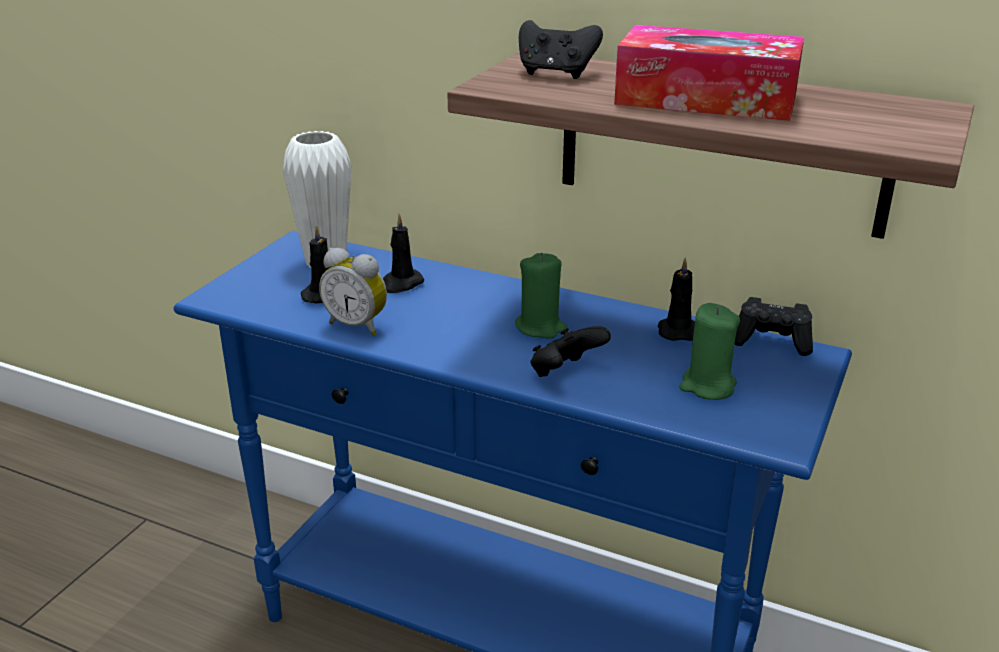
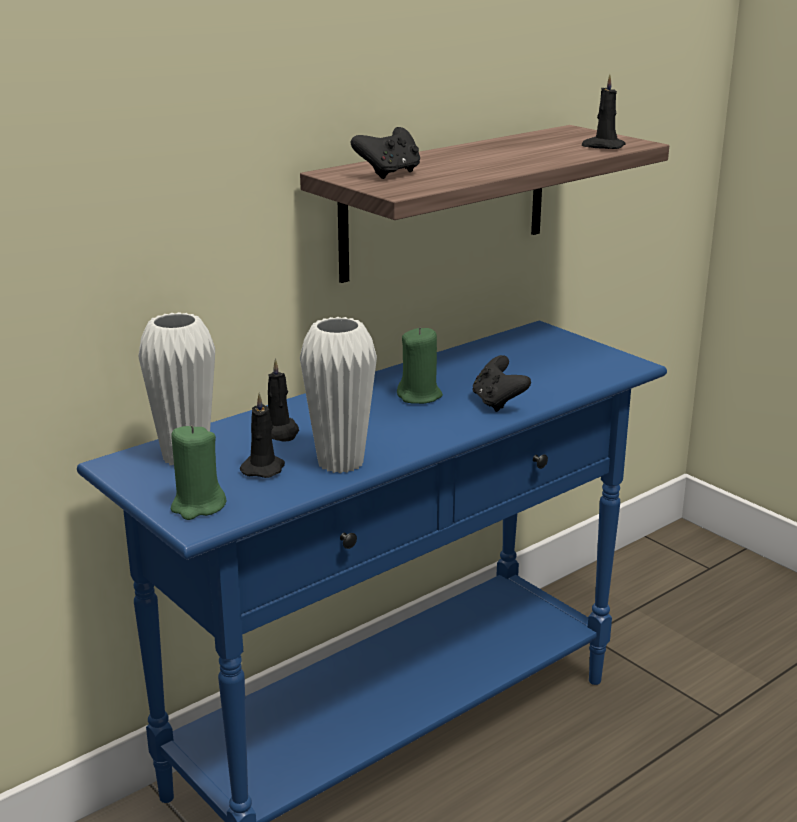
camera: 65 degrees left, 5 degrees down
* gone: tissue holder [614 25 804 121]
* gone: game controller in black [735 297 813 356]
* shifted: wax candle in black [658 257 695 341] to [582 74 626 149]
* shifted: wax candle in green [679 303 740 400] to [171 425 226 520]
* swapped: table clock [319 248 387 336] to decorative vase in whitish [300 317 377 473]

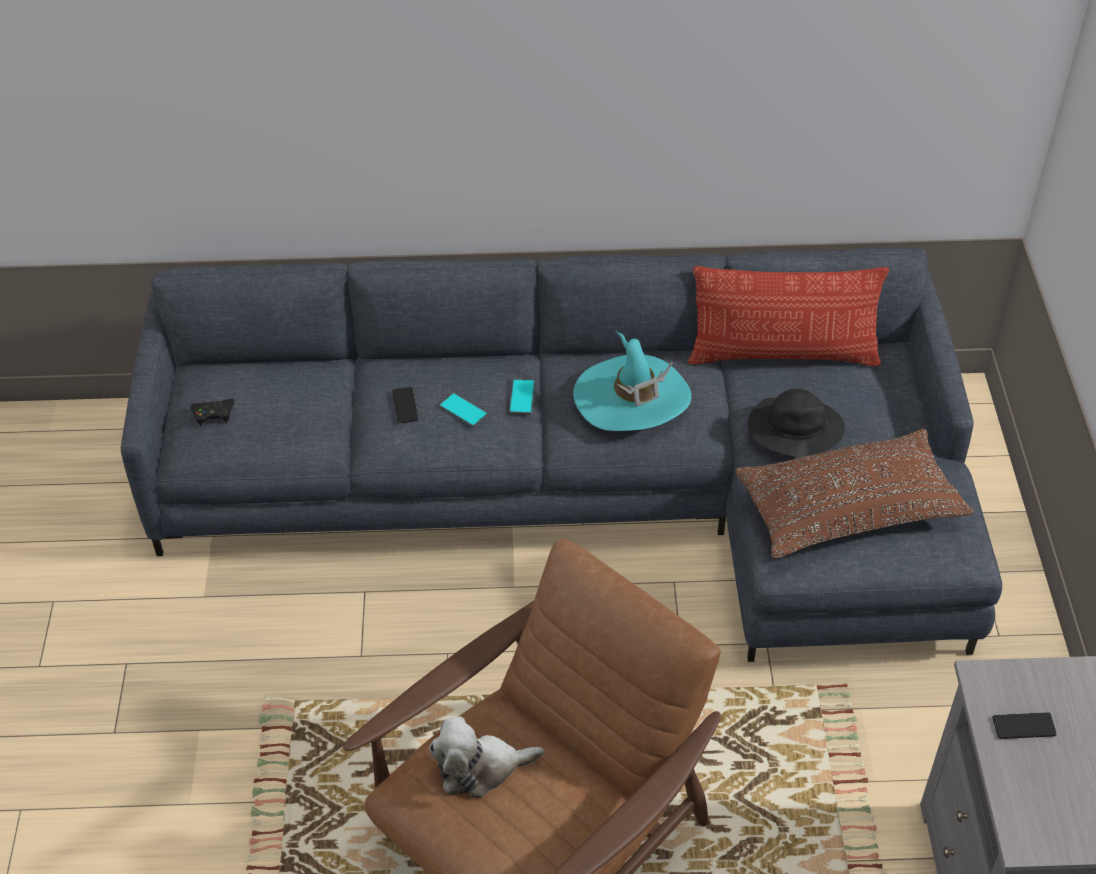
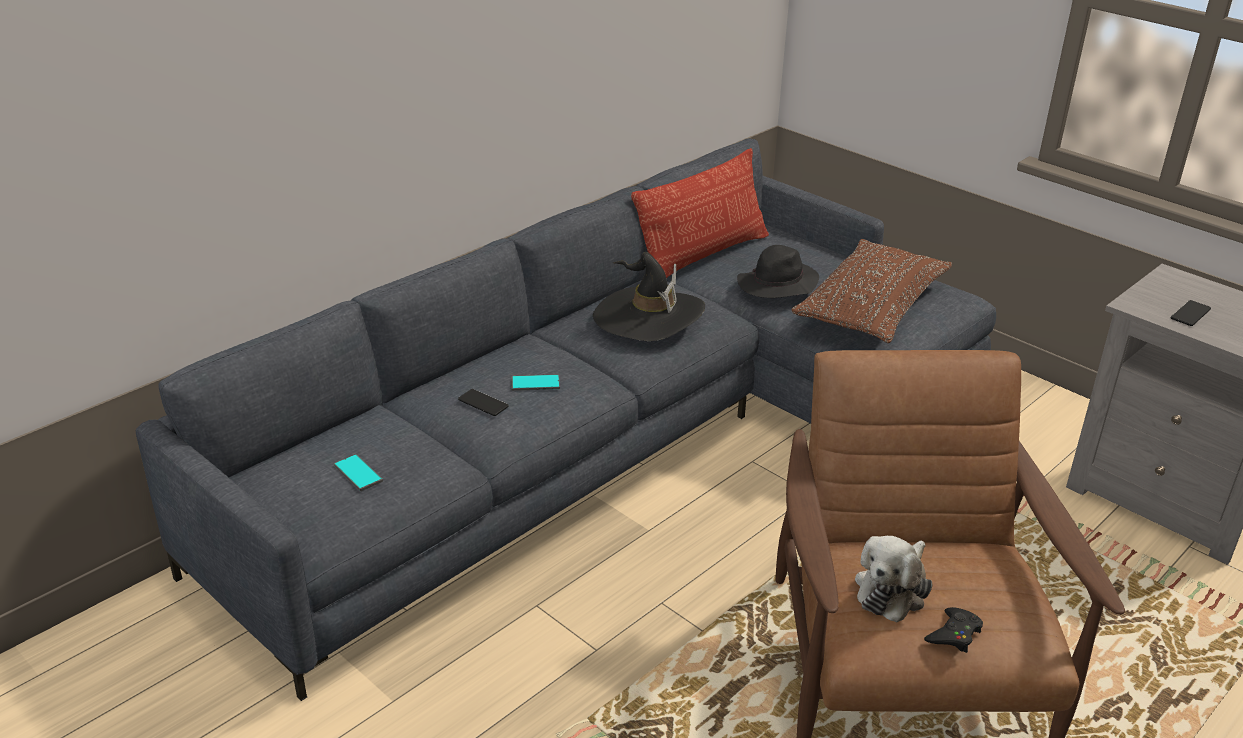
camera: 45 degrees left, 15 degrees down
* shifted: game controller in black [191 399 234 426] to [924 607 983 653]
* shifted: phone [509 379 535 415] to [334 454 383 491]
* repainted: clothing hat in turquoise [573 331 691 431] to clothing hat in black [593 252 705 341]

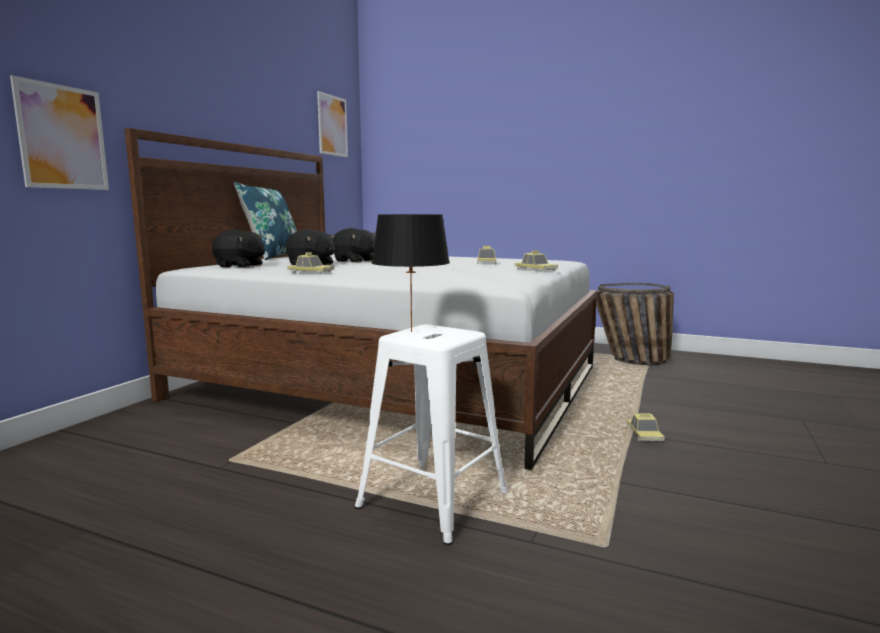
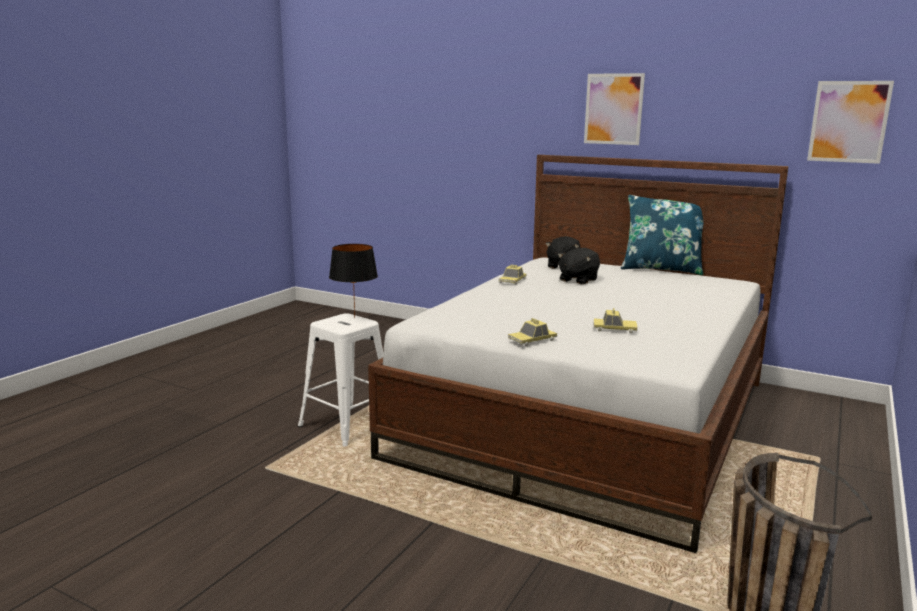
camera: 95 degrees right, 5 degrees up
* gone: plush toy in black [333 228 376 263]
* gone: miniature car [627 413 665 441]
* shifted: wall art [10 75 109 190] to [584 73 645 145]

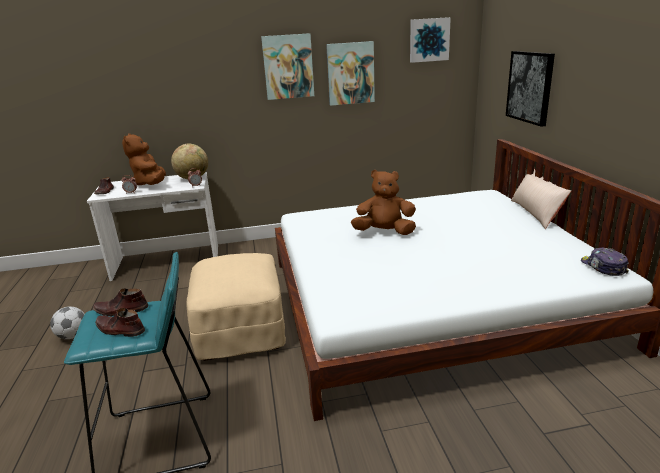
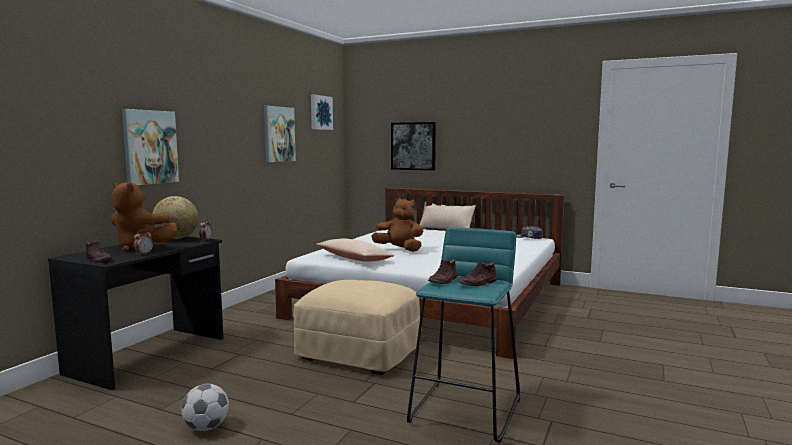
camera: 55 degrees left, 15 degrees down
* new: cushion in sand-coloured [316 238 395 262]
* shifted: wall art [261 33 314 100] to [122 109 179 185]
* repainted: desk table in whitish [87 172 218 281] to desk table in black [48 236 224 390]
* rotated: plush toy in brownish [351 170 416 235] = [371 198 423 252] 75 degrees clockwise

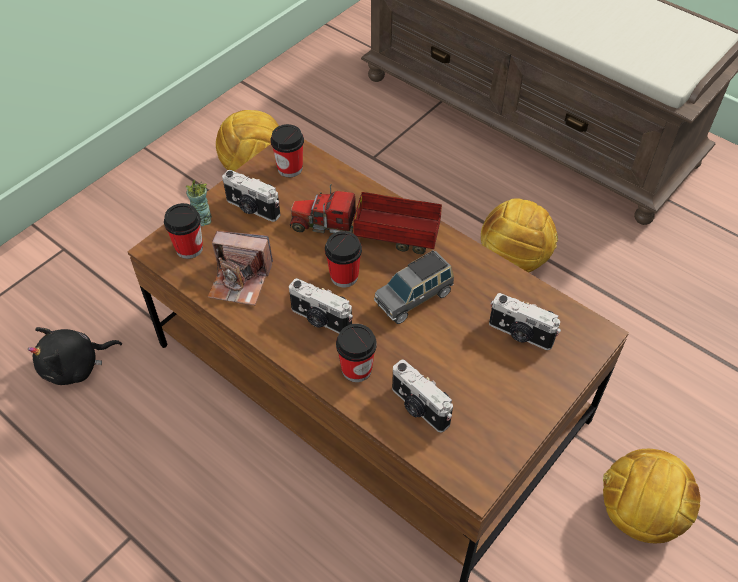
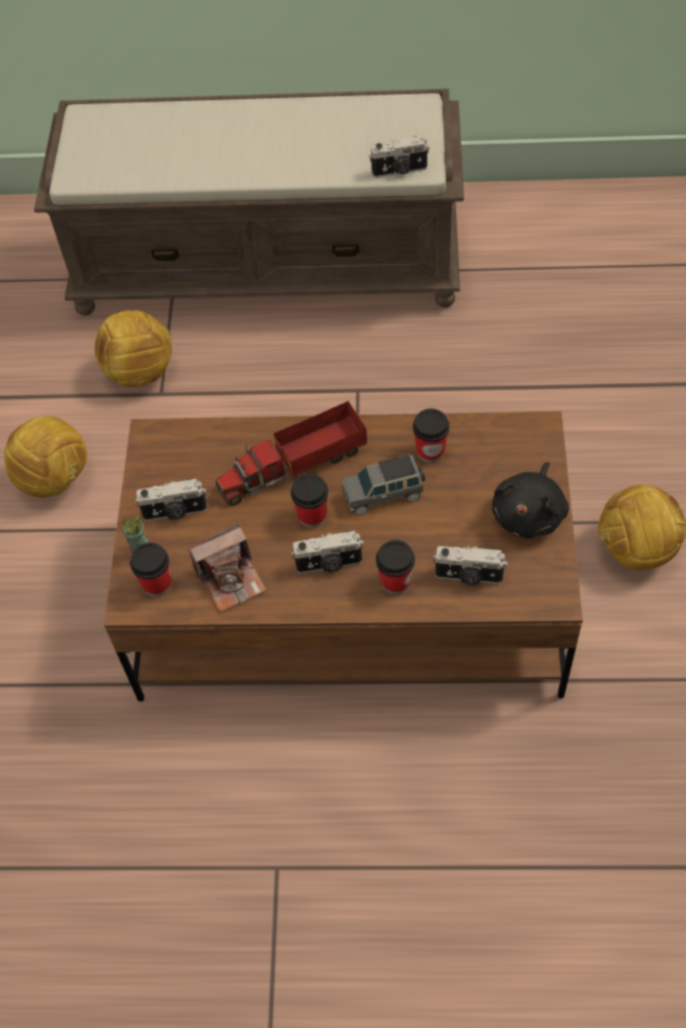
camera: 35 degrees left, 5 degrees up
* shifted: plush toy in black [28 327 122 385] to [492 462 569 538]
* shifted: small cup [270 124 304 177] to [413 409 449 463]
* shifted: football [481 198 558 272] to [94 310 172 387]
* shifted: photo camera [489 293 561 350] to [369 136 429 178]
* rotated: miniature car in gray [374 250 454 324] = [342 454 425 515] 60 degrees clockwise

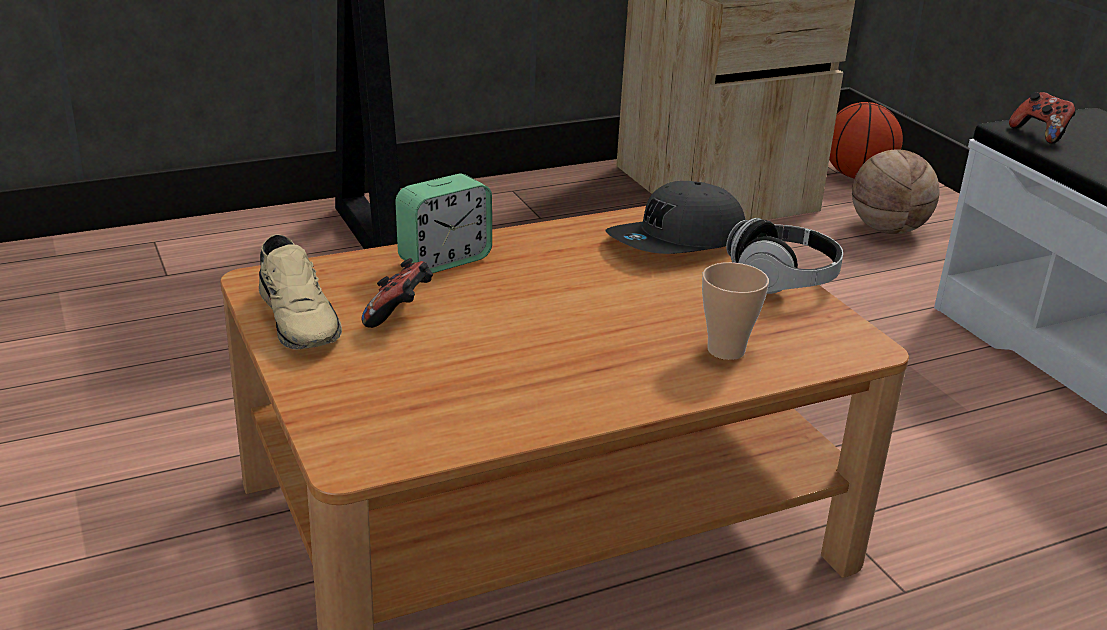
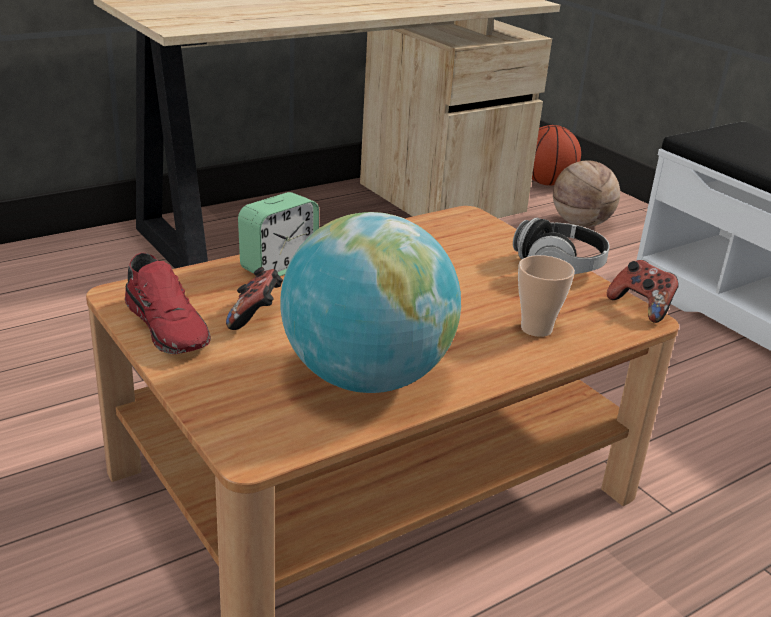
camera: 10 degrees left, 0 degrees up
* gone: cap in gray [605 181 745 254]
* new: globe [280 212 461 393]
* shifted: game controller [1009 92 1076 144] to [607 260 679 323]
* repainted: shoe in sand-coloured [259 234 342 350] to shoe in red-coloured [125 253 211 354]

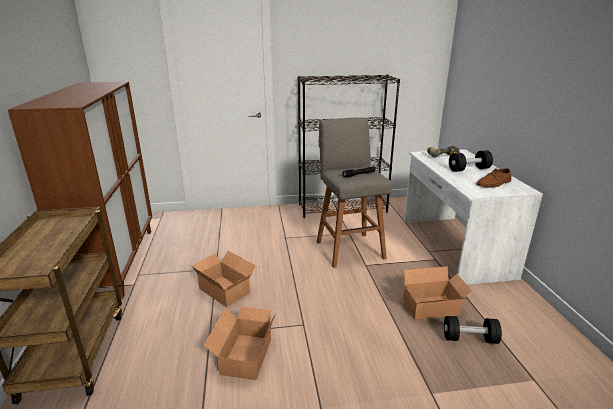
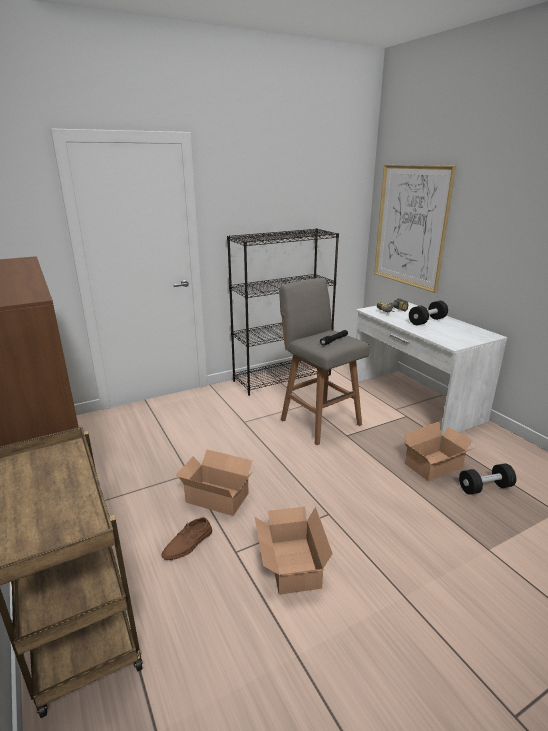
camera: 20 degrees left, 0 degrees up
* new: wall art [374 165 456 293]
* shifted: shoe in brownish [476 168 512 187] to [162 517 212 560]

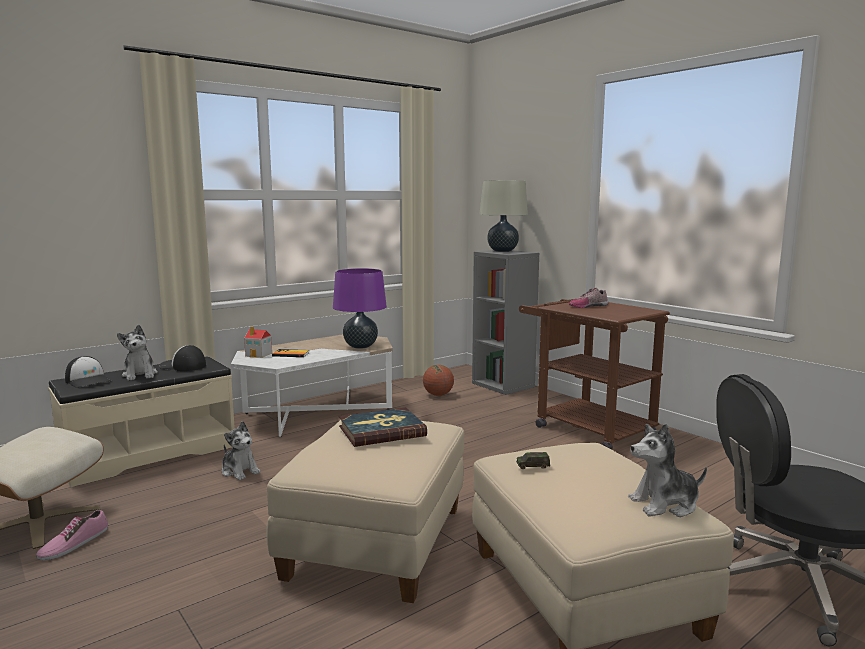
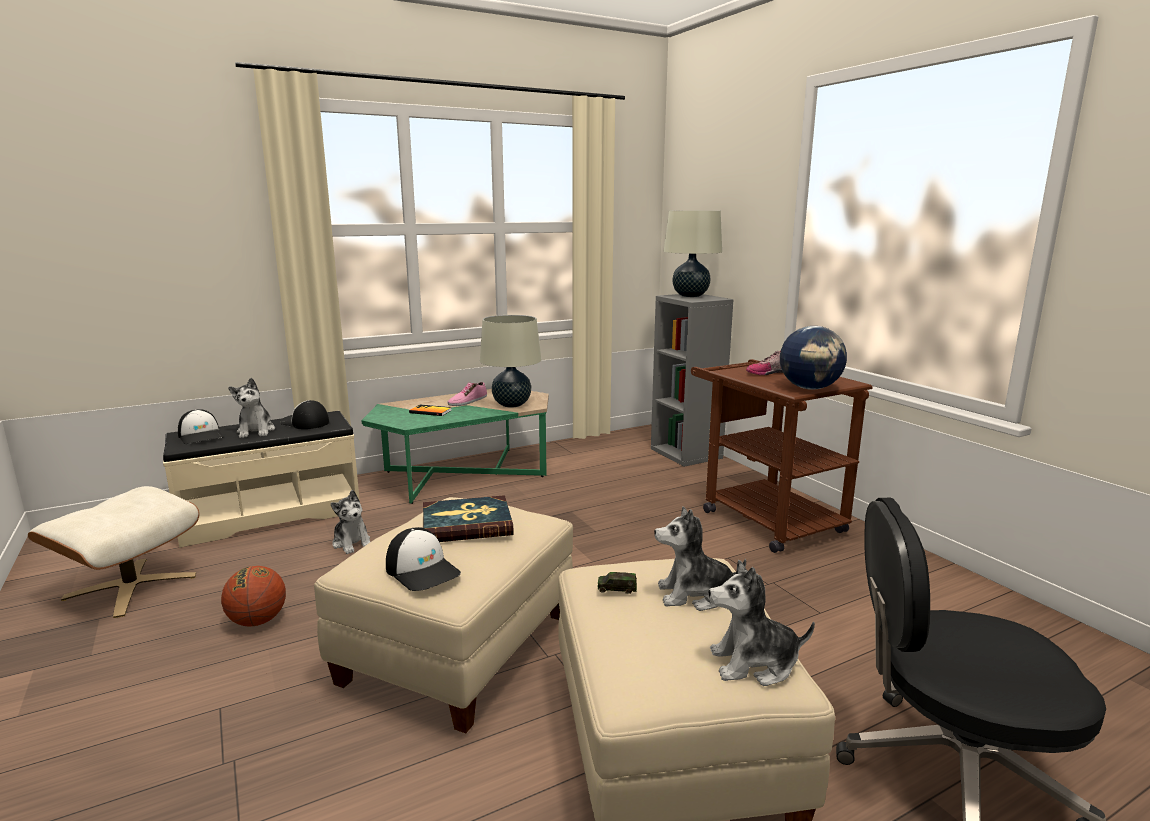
camera: 10 degrees right, 5 degrees up
* gone: toy house [244 327 272 358]
* new: cap [386 527 461 591]
* new: plush toy [654 506 746 611]
* new: globe [780 326 847 390]
* shifted: shoe [36 509 108 560] to [447 382 487 406]
* shifted: basketball ball [423 365 454 396] to [221 566 286 627]
* repainted: lounge table in whitish [231 334 393 437] to lounge table in green [361 389 549 504]
* repainted: tabletop lamp in purple [333 268 387 349] to tabletop lamp in sand-coloured [480 315 541 408]

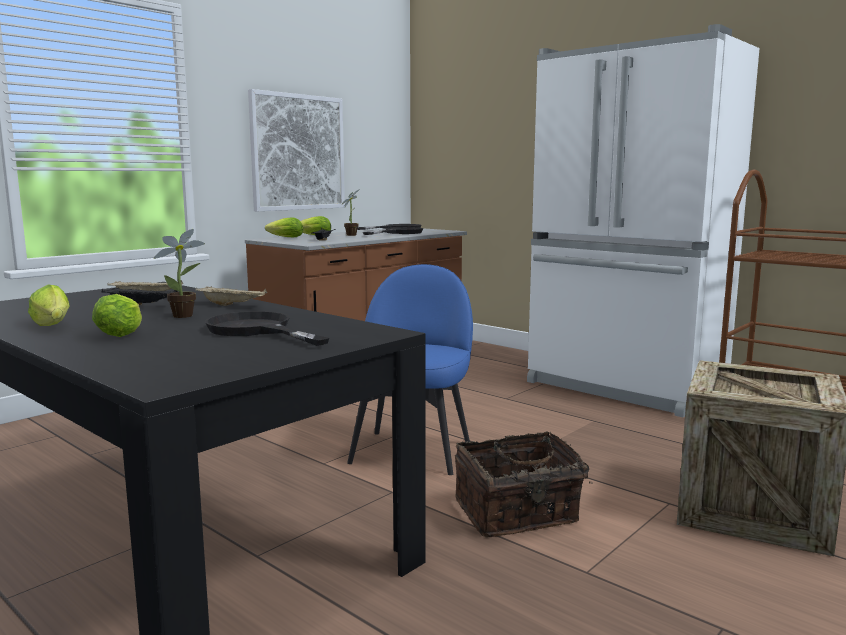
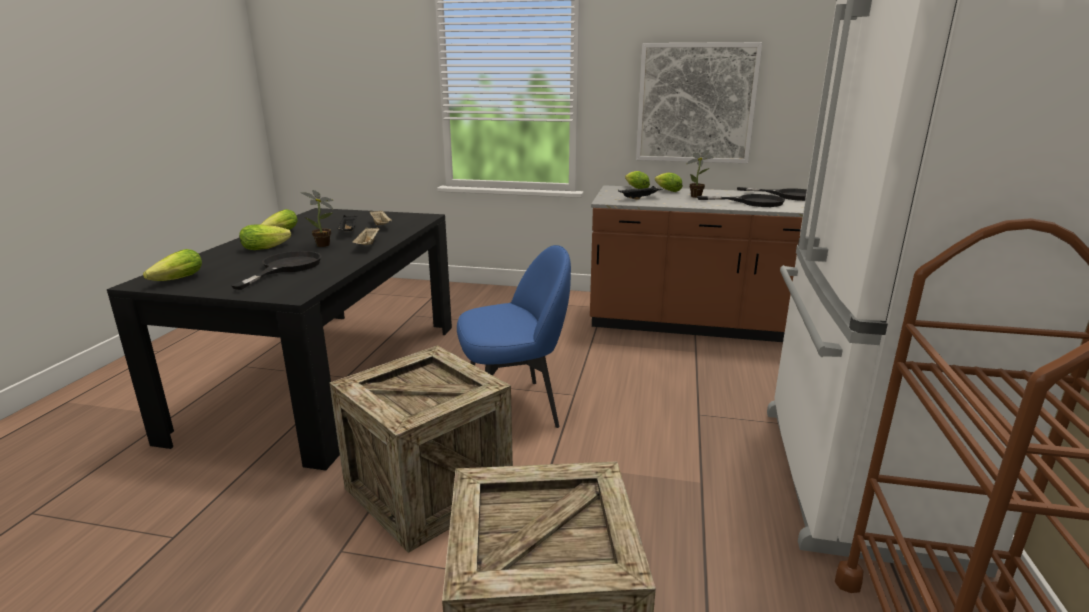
camera: 60 degrees right, 10 degrees up
* new: head of lettuce [143 249 202 281]
* swapped: basket [455 431 593 538] to packing crate [329 345 513 553]

